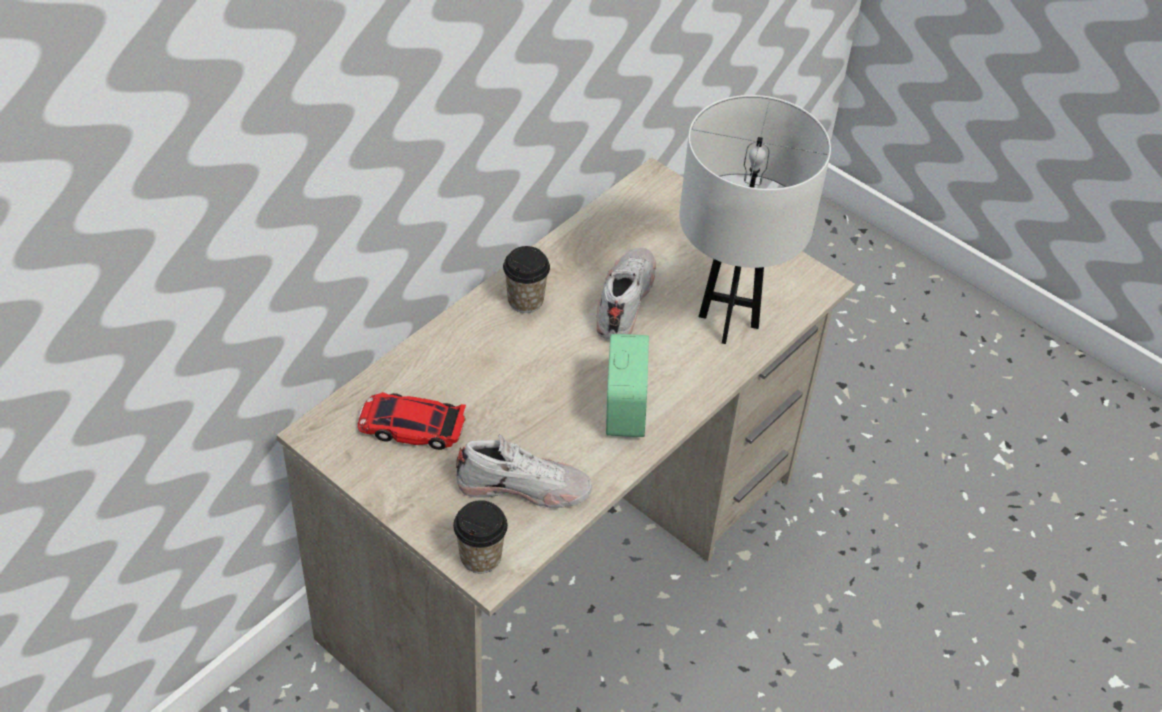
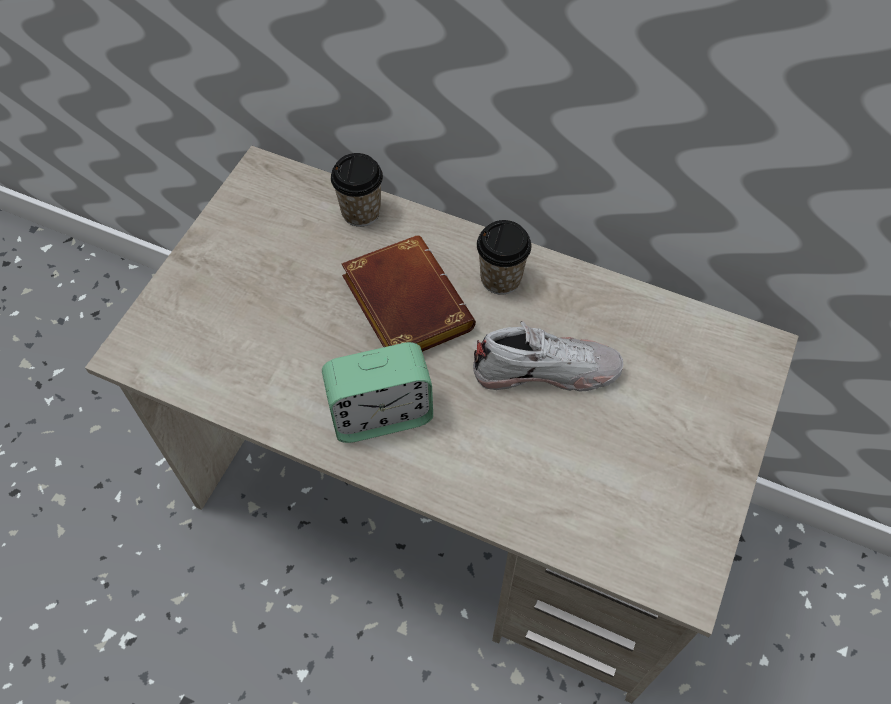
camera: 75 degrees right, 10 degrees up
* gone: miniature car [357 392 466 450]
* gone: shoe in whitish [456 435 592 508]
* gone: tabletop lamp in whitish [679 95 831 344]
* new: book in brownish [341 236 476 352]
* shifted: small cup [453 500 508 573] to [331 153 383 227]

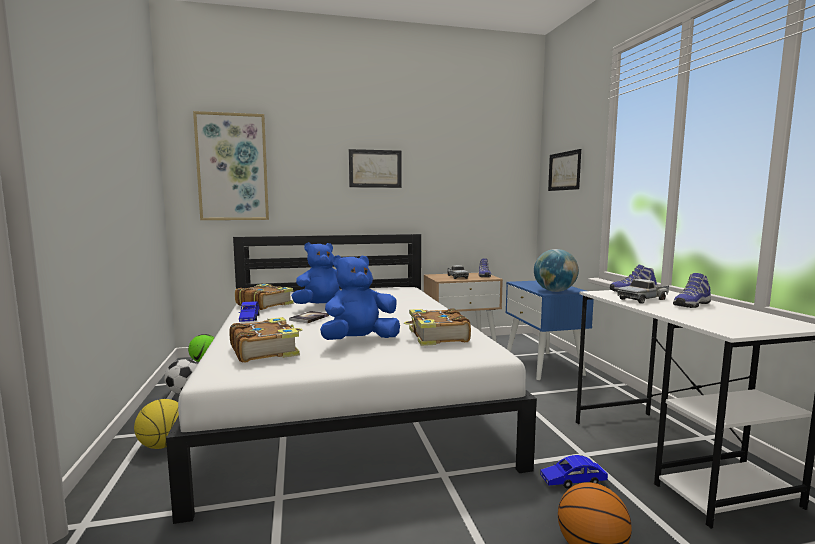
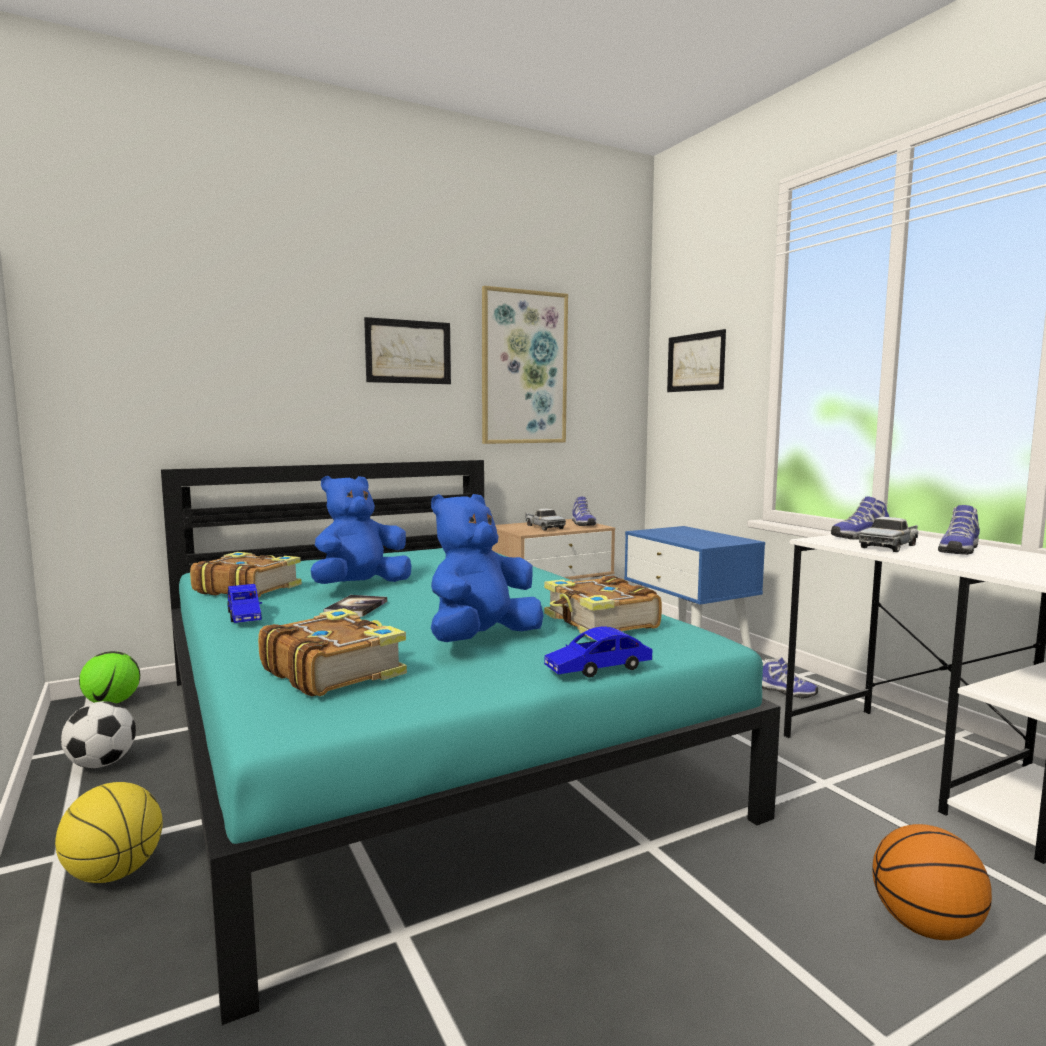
camera: 15 degrees left, 0 degrees up
* gone: globe [534 249 579 292]
* new: shoe [762 657 818 699]
* shifted: wall art [193 111 269 220] to [482 286 568 444]
* shifted: miniature car in bluish [540 455 608 489] to [544 627 652 678]
* repainted: bedroom bed in whitish [166 234 537 524] to bedroom bed in turquoise [161 460 781 1025]

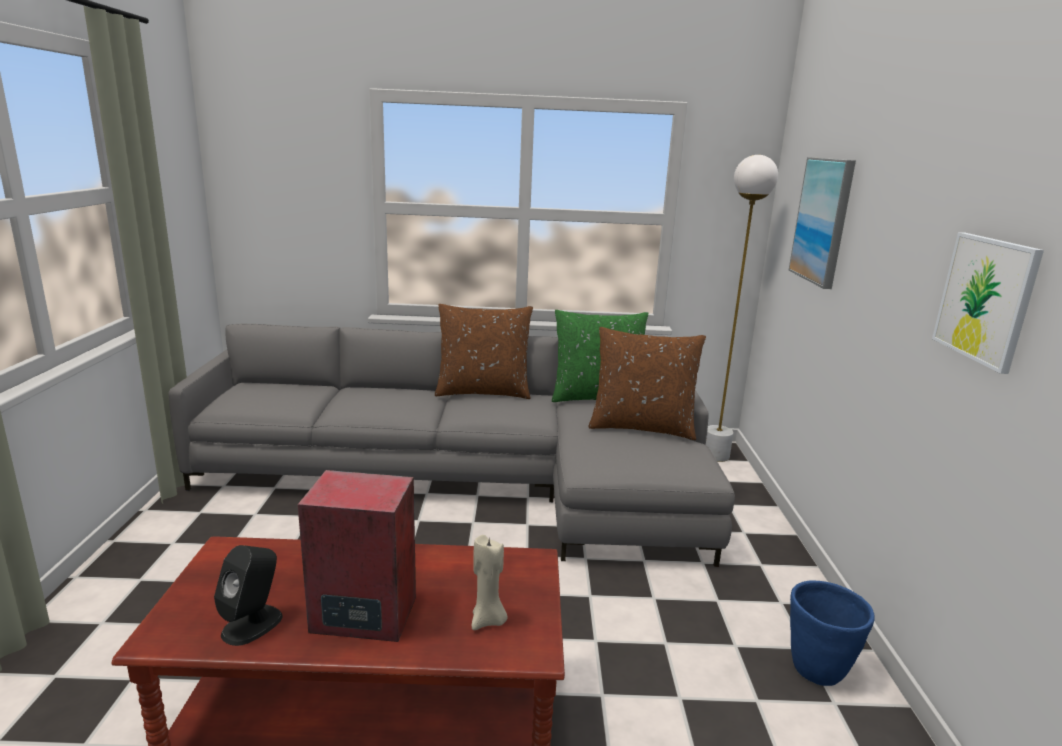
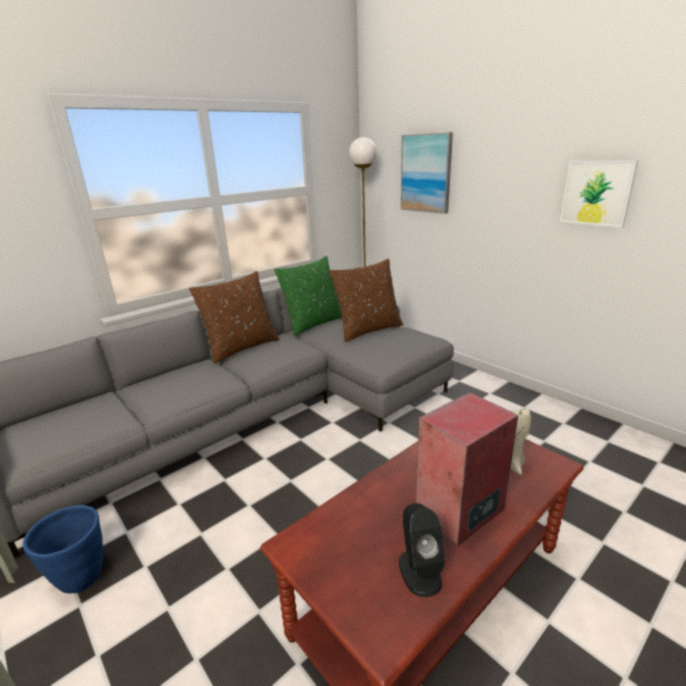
camera: 40 degrees left, 5 degrees up
* shifted: planter in bluish [790 580 875 686] to [23 505 103 594]

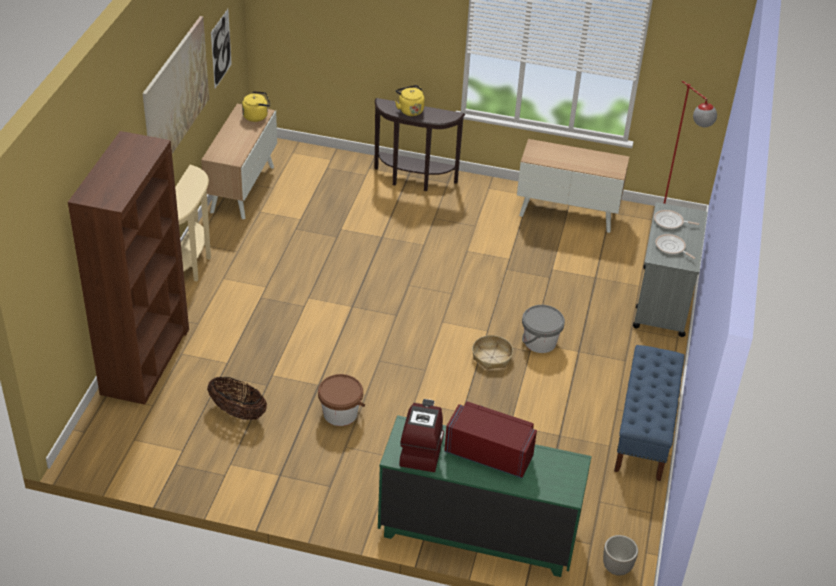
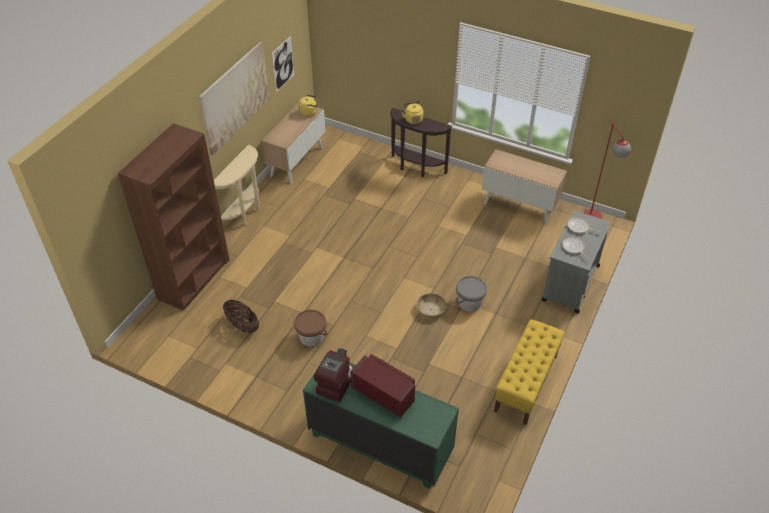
camera: 15 degrees right, 5 degrees up
* gone: planter [603 535 638 575]
* repainted: bench in bluish [614 345 685 481] to bench in yellowish [494 319 565 425]

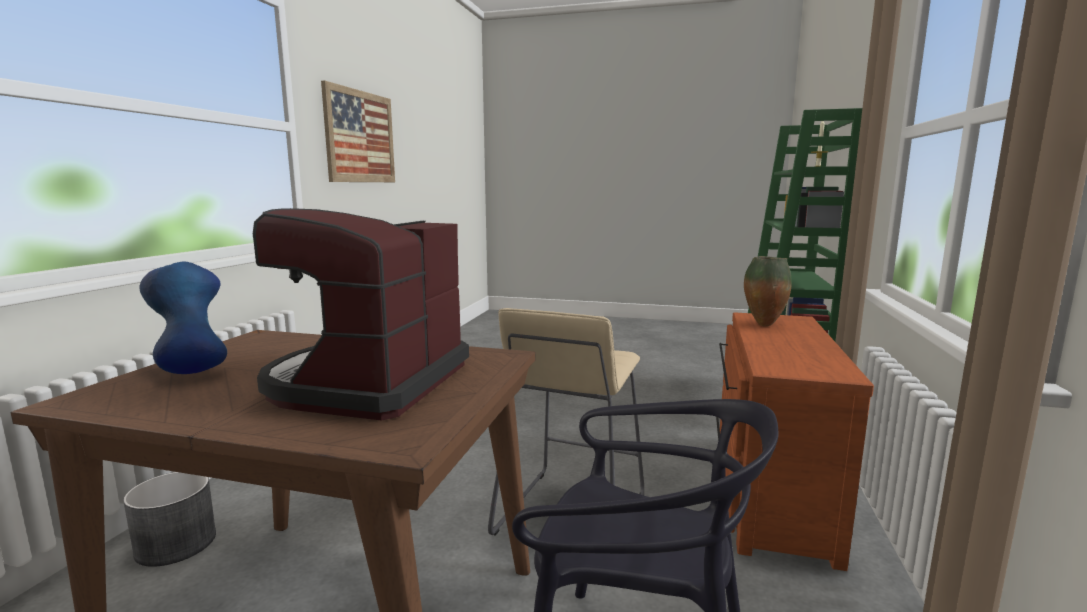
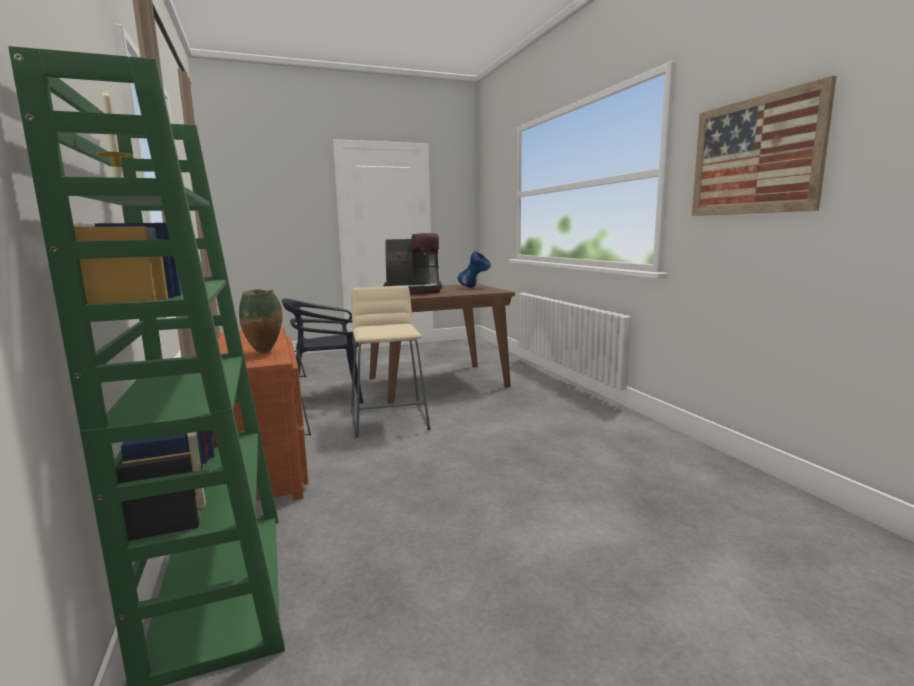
camera: 145 degrees right, 0 degrees up
* gone: planter in gray [123 472 216 567]
* rotated: coffee maker [253 208 469 421] = [384 233 442 295] 105 degrees clockwise

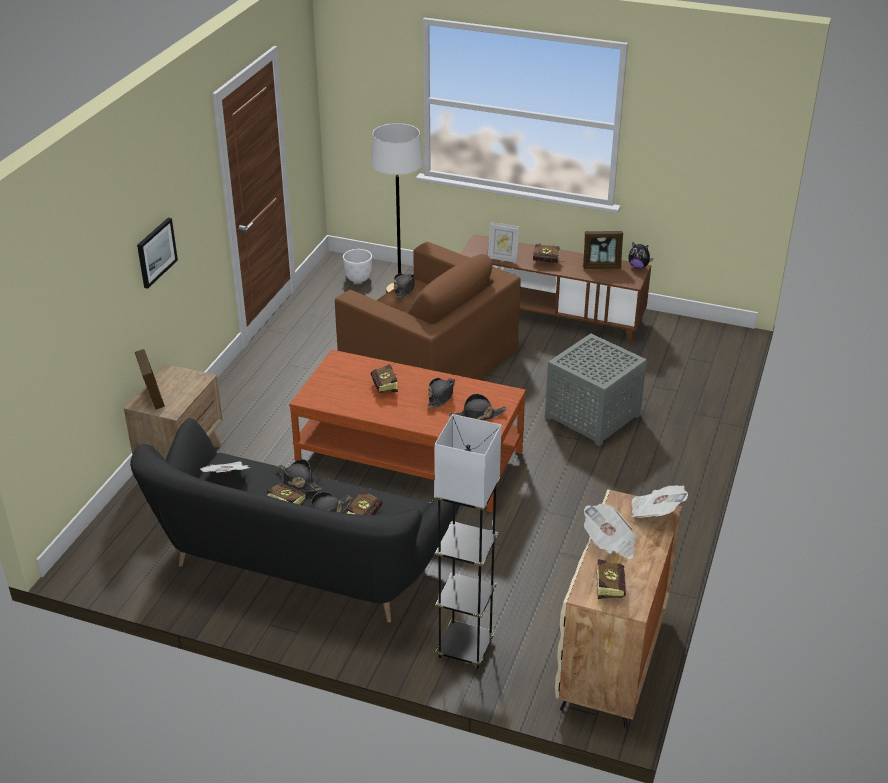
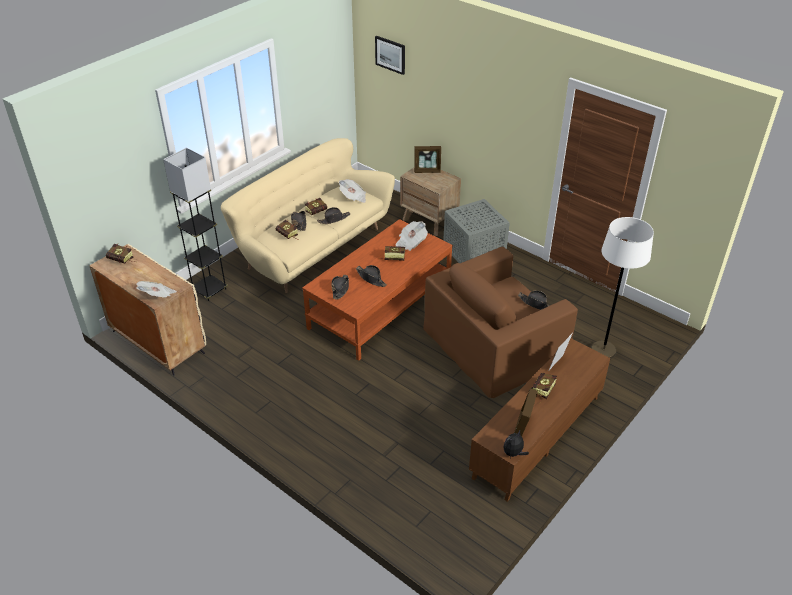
camera: 110 degrees right, 5 degrees up
* gone: planter in whitish [343 249 372 282]
* shifted: wall art [137 218 178 289] to [375 36 405 75]
* shifted: end table in gray [545 334 647 446] to [443 199 509 263]
* shifted: newspaper [584 504 637 559] to [395 221 428 251]
* repainted: sofa in black [130 418 460 622] to sofa in sand-coloured [221 138 395 293]

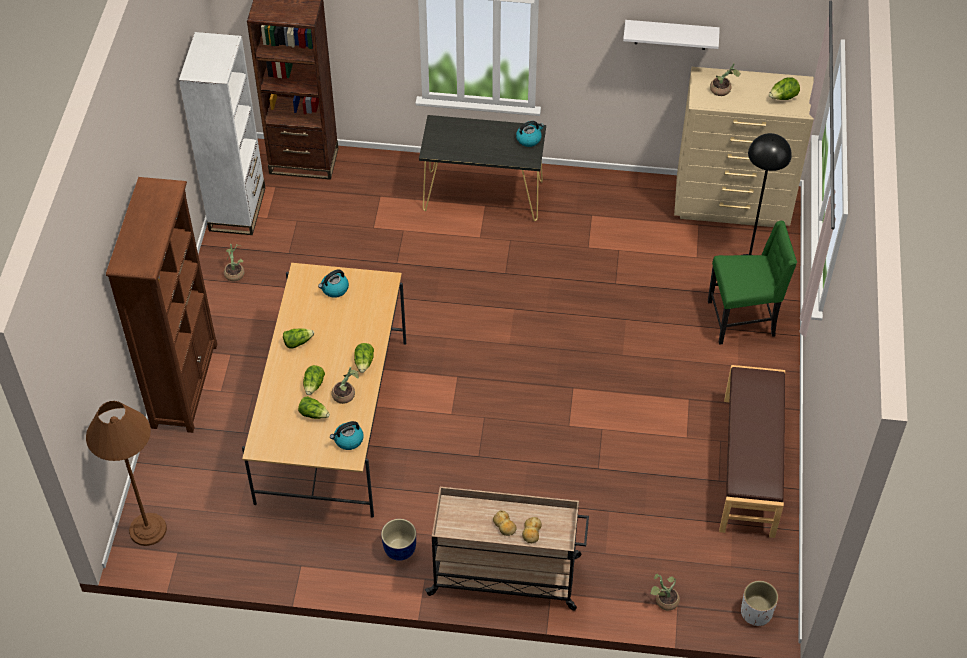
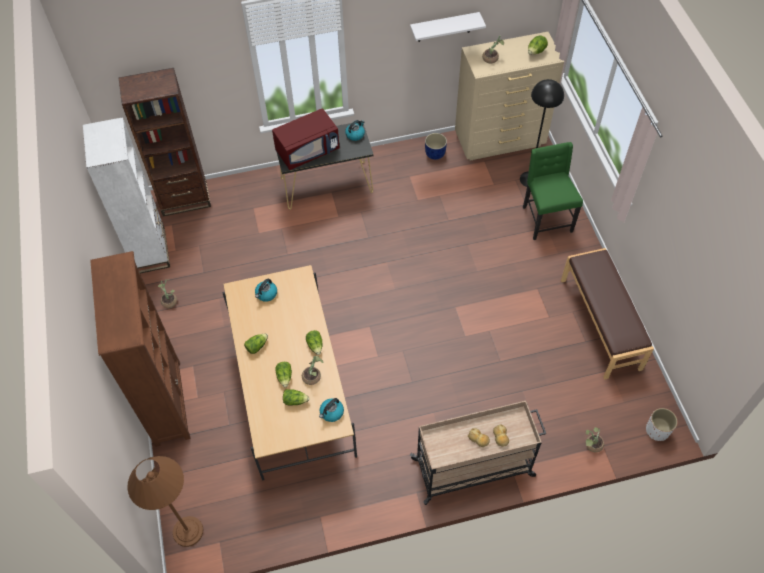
camera: 20 degrees left, 5 degrees up
* new: microwave in red-coloured [272 108 339 170]
* shifted: planter in bluish [381 519 416 561] to [425 133 447 160]
* rotated: upright chair in green [708 221 797 345] = [523 142 583 240] 75 degrees counterclockwise

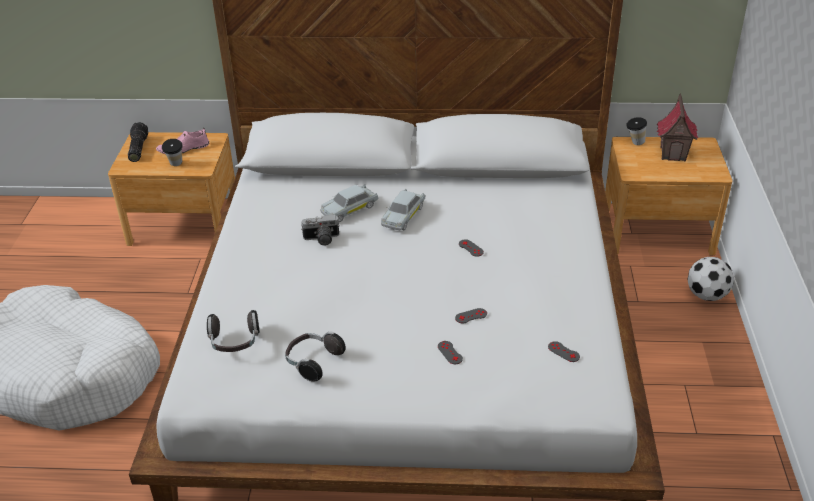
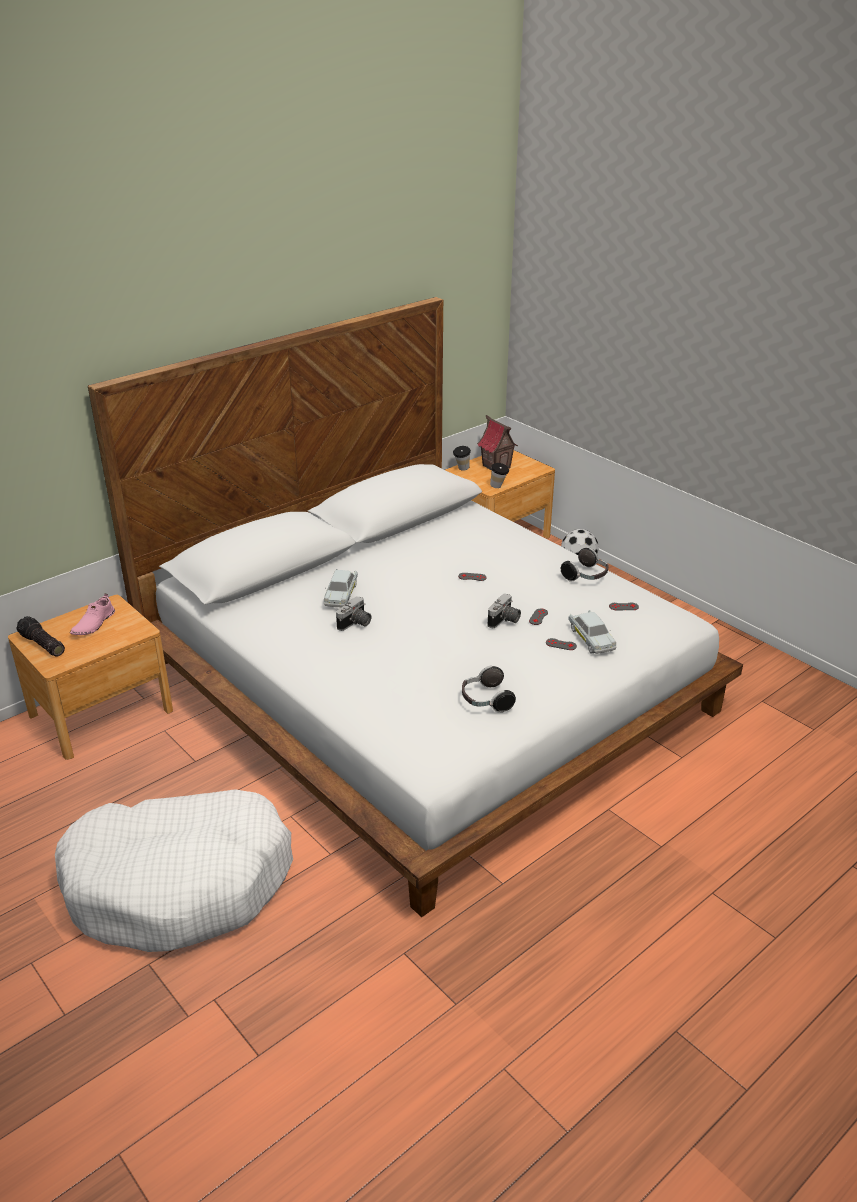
camera: 45 degrees left, 5 degrees down
* new: photo camera [488 593 521 628]
* shifted: small cup [162 139 182 166] to [490 463 509 488]
* shifted: headset [207 310 260 352] to [561 547 609 581]
* shifted: miniature car in whitish [381 189 425 230] to [568 610 617 654]

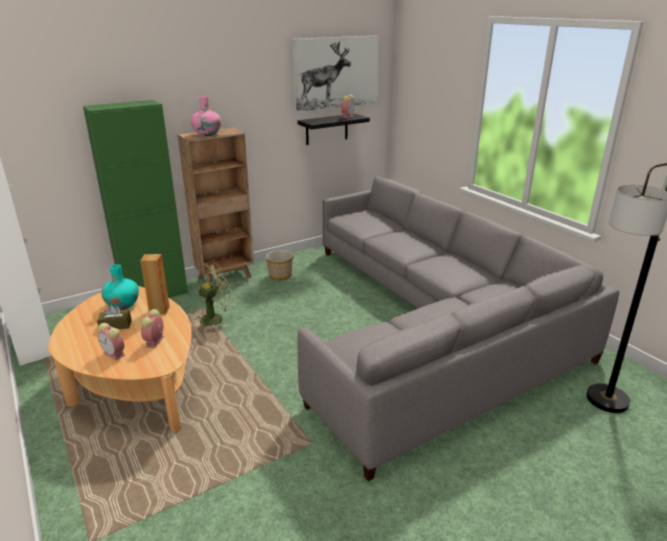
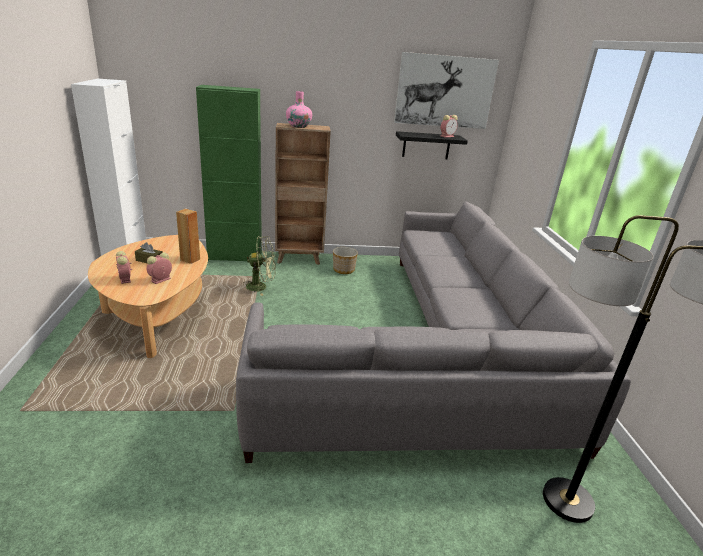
camera: 25 degrees right, 0 degrees up
* gone: decorative vase in turquoise [102 264 139 310]

